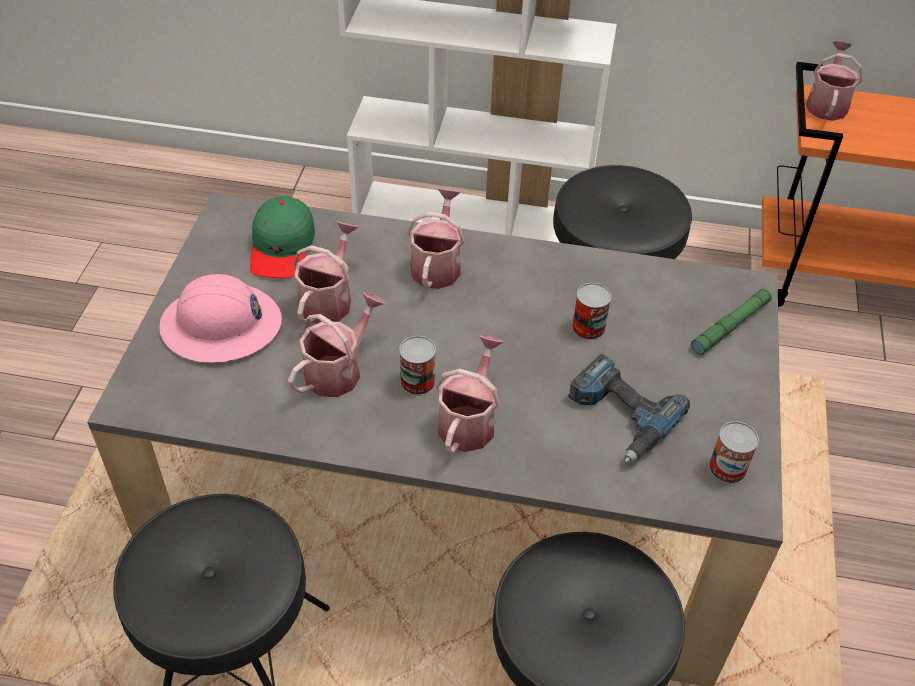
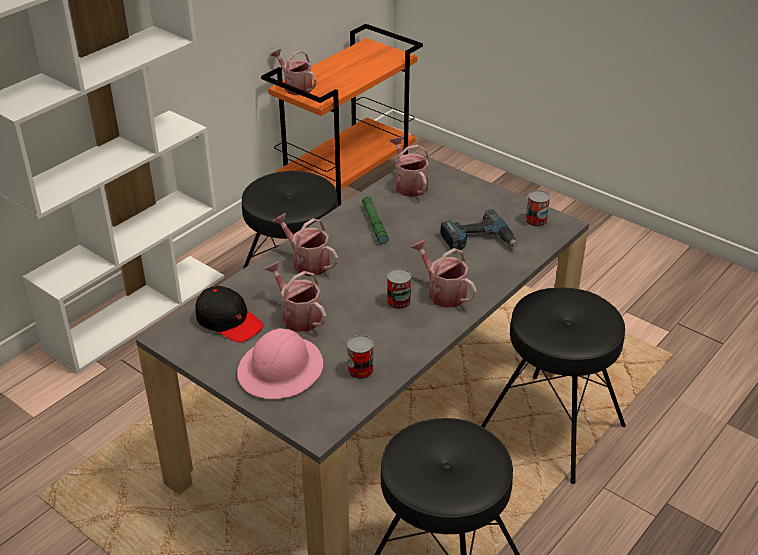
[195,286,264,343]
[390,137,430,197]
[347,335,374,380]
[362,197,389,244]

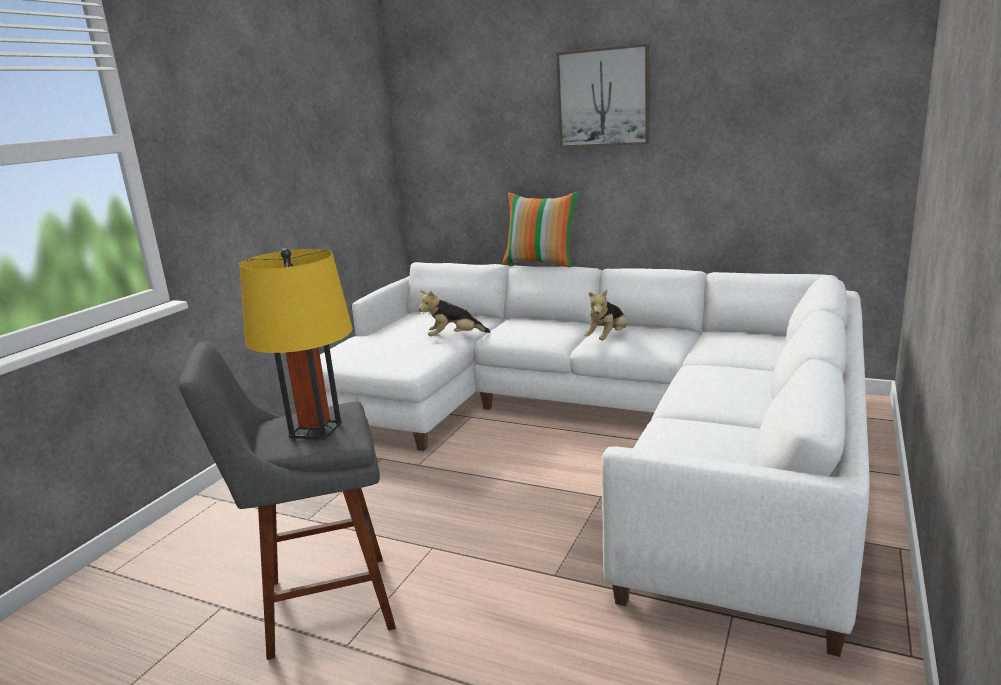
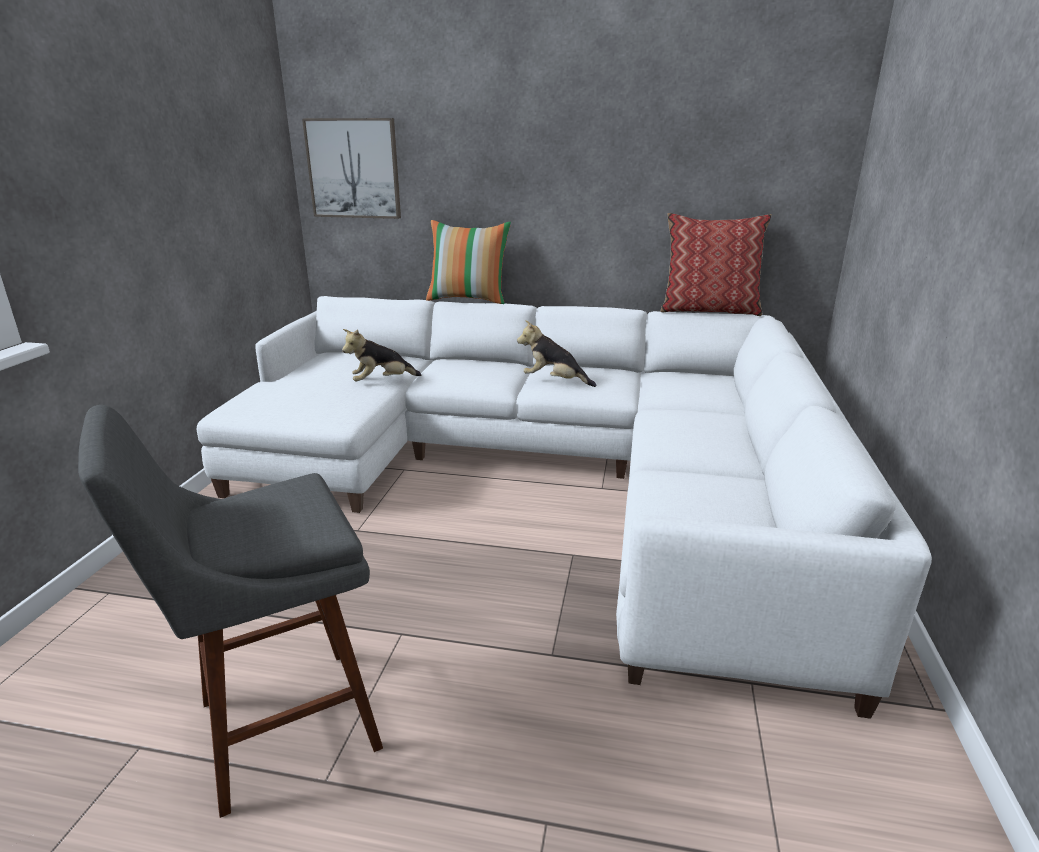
[239,248,353,440] (first image)
[302,118,401,219]
[517,320,596,387]
[660,213,772,316]

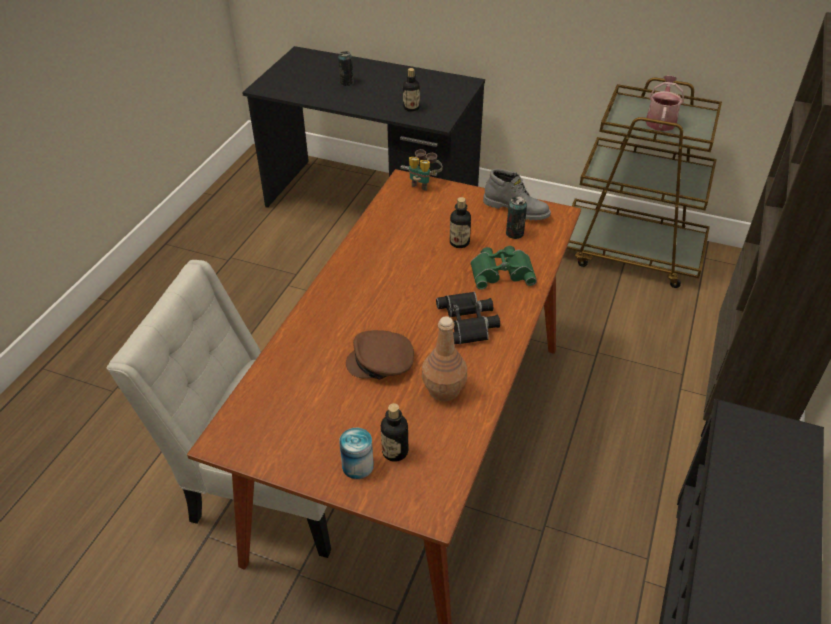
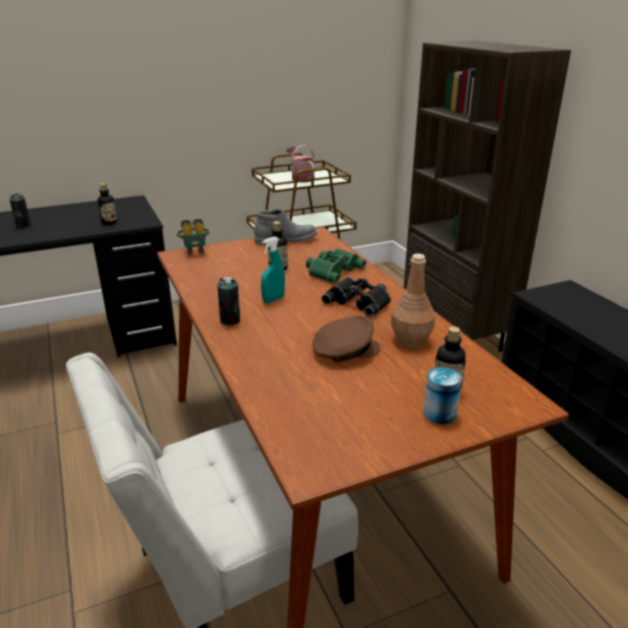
[312,316,380,362]
[217,277,240,325]
[261,236,285,303]

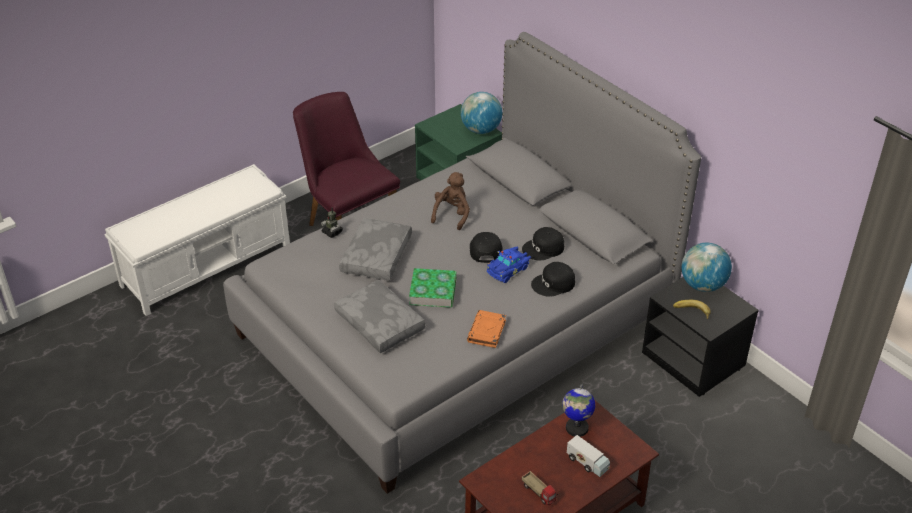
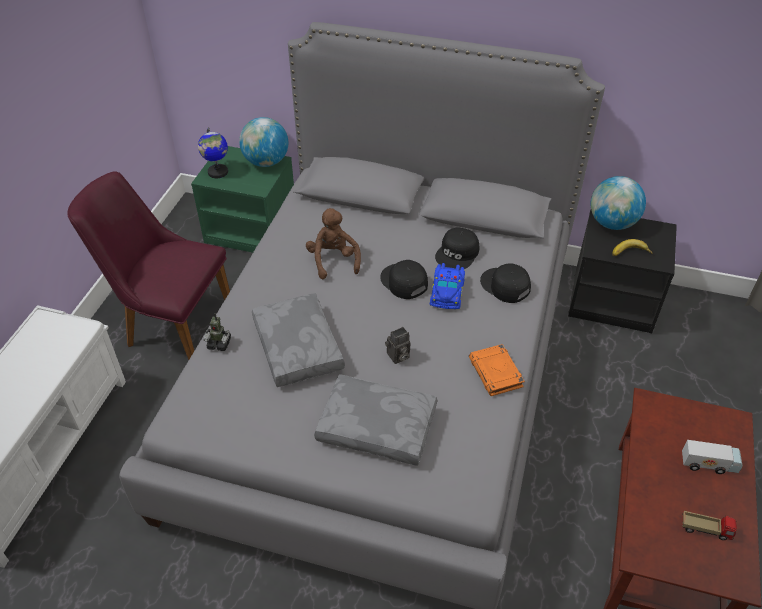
[385,327,410,364]
[480,263,531,303]
[198,127,228,178]

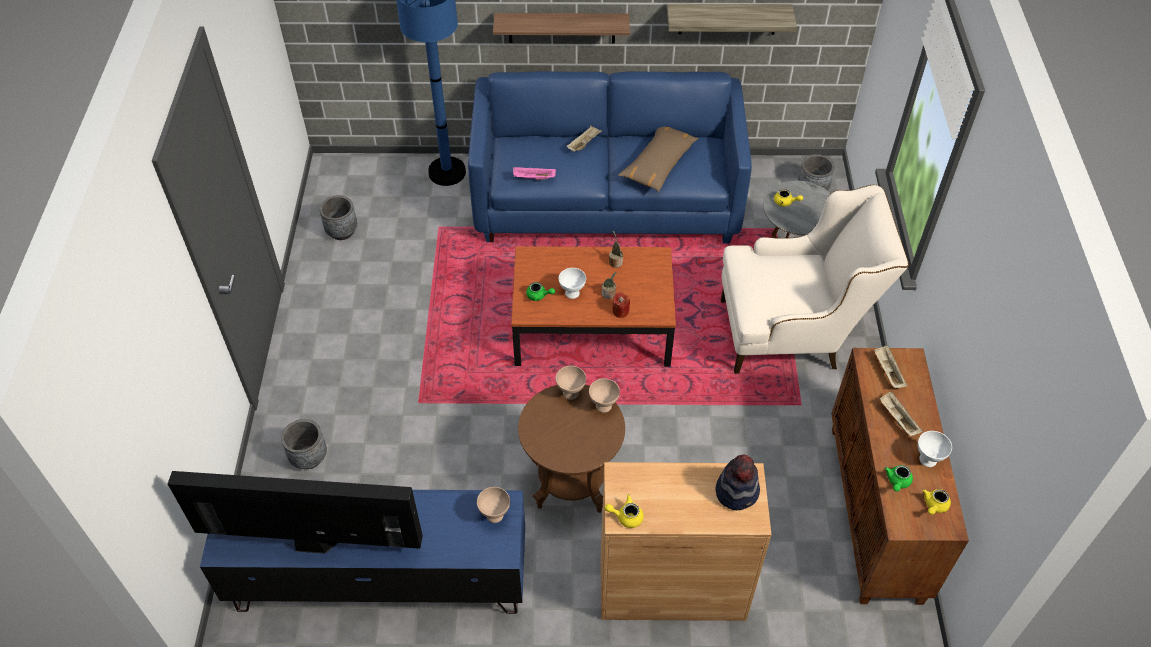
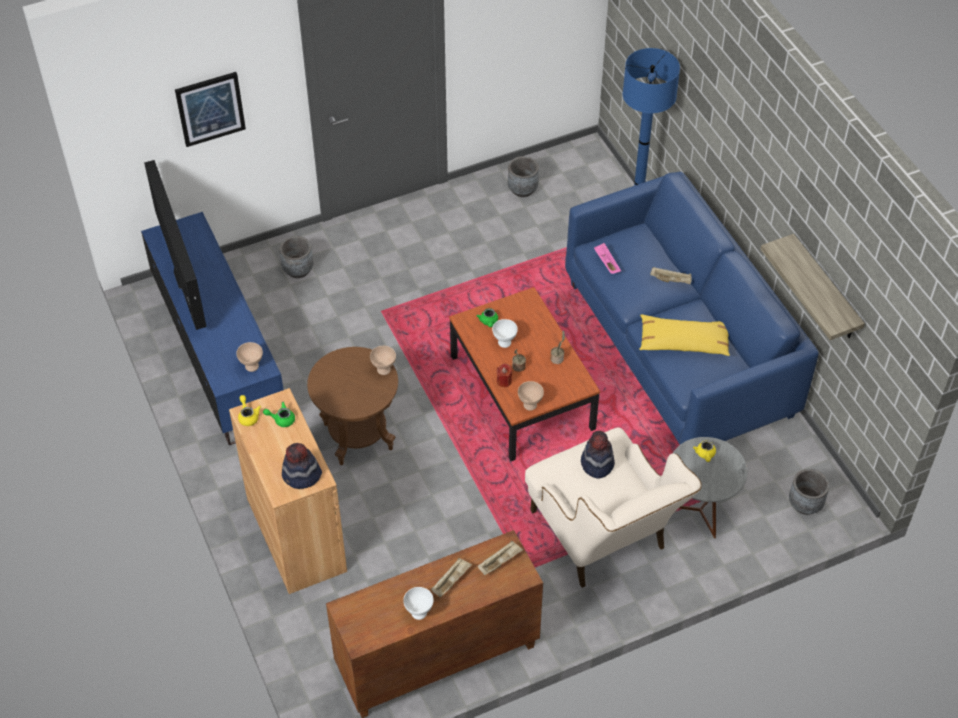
[493,13,630,43] (first image)
[518,381,544,411]
[639,315,730,356]
[263,402,295,427]
[922,489,951,515] (first image)
[175,72,246,147]
[581,431,615,479]

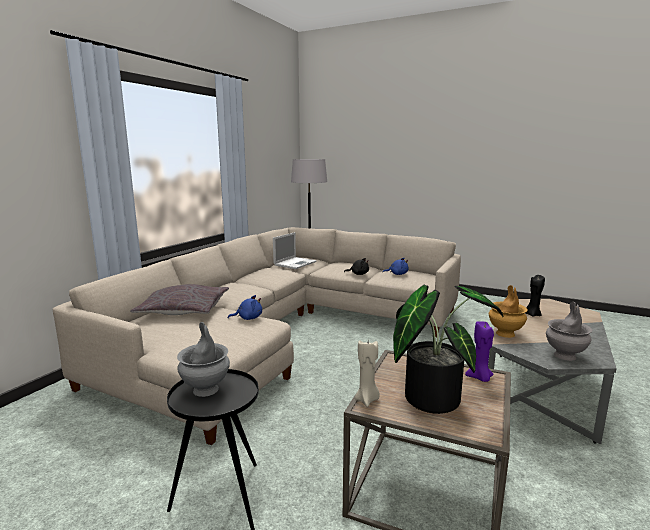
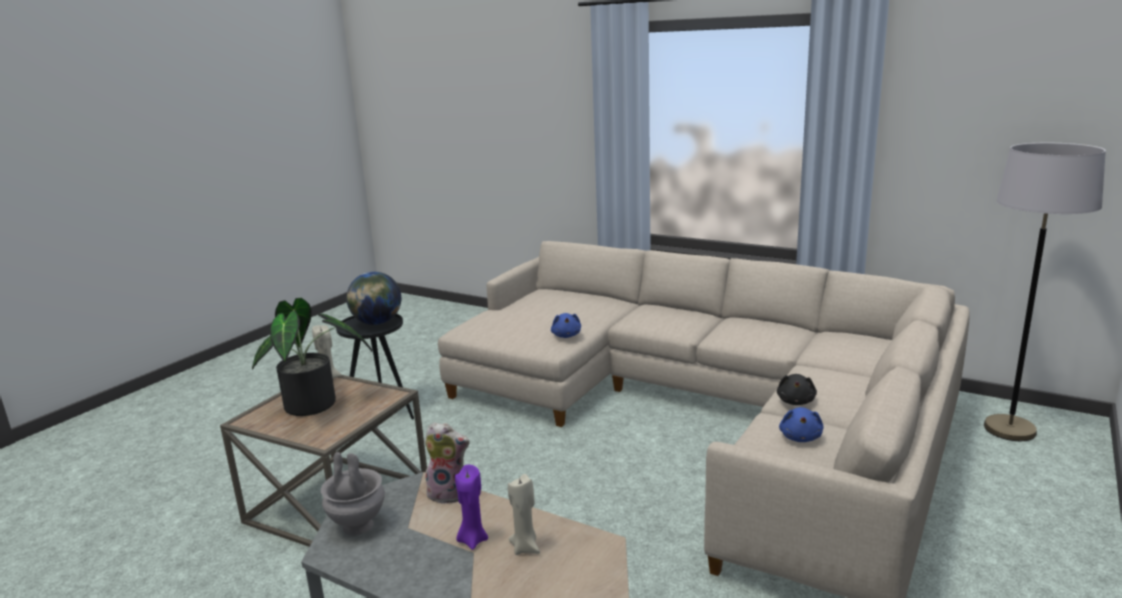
[130,284,229,315] (first image)
[346,272,401,325]
[273,232,317,269] (first image)
[455,465,488,550]
[424,422,470,504]
[508,474,540,555]

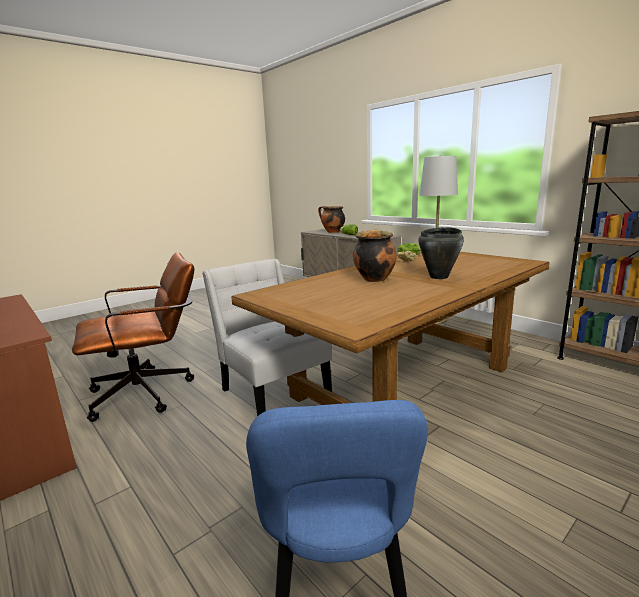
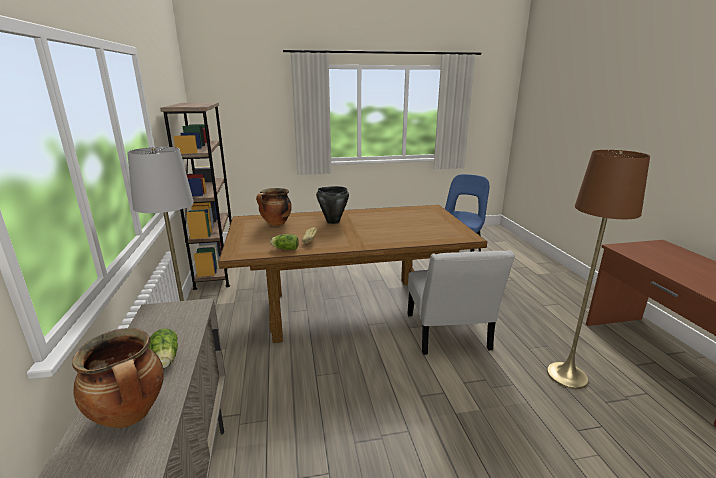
[547,150,650,389]
[256,188,292,226]

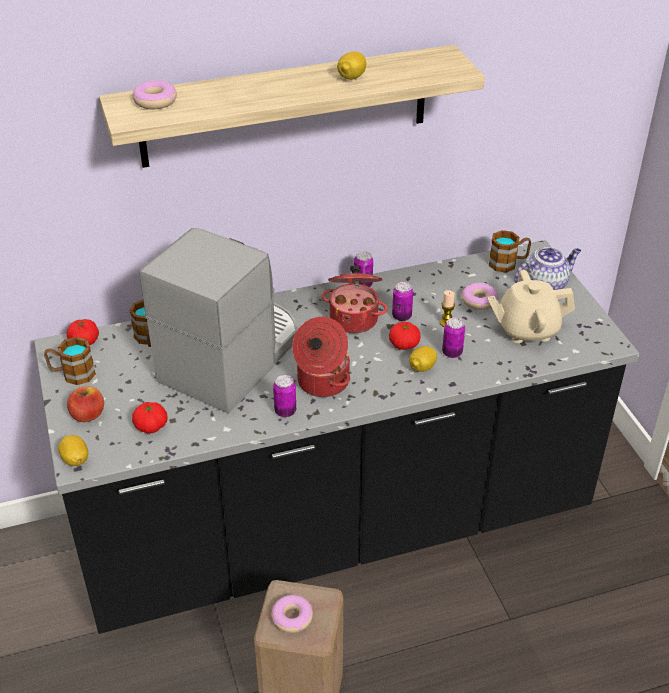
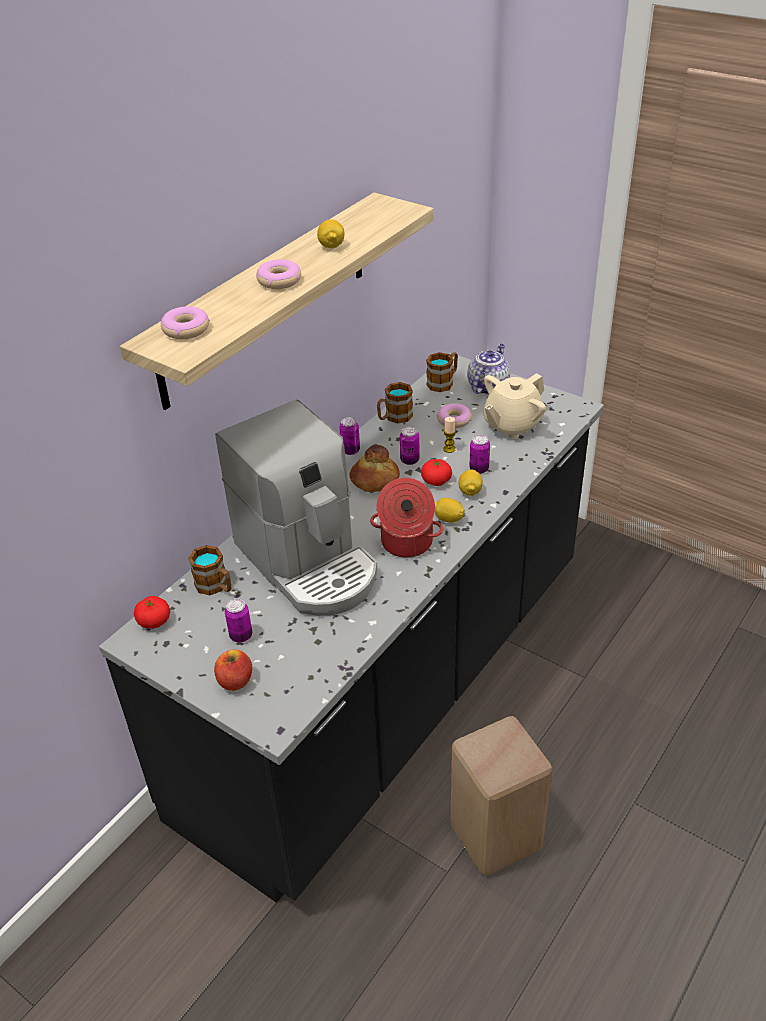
[377,382,413,423]
[435,498,465,523]
[132,402,167,434] (first image)
[215,399,377,616]
[256,259,301,289]
[225,599,252,643]
[350,445,400,492]

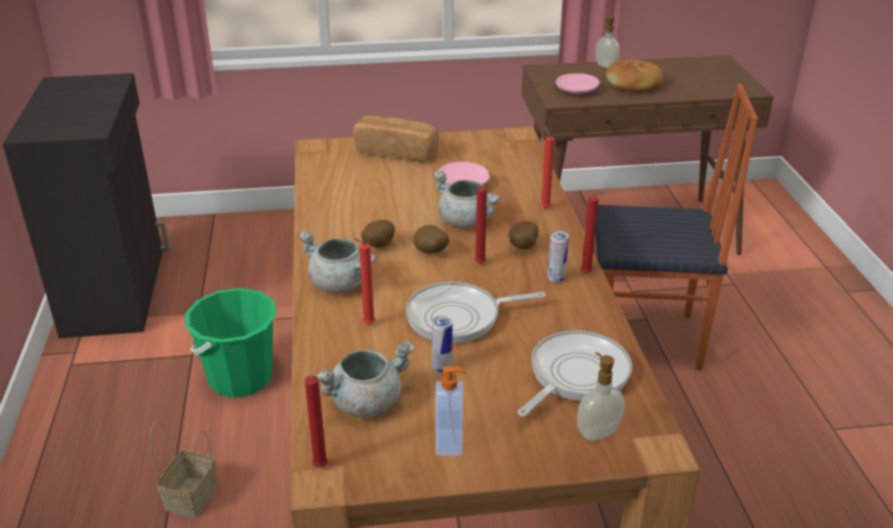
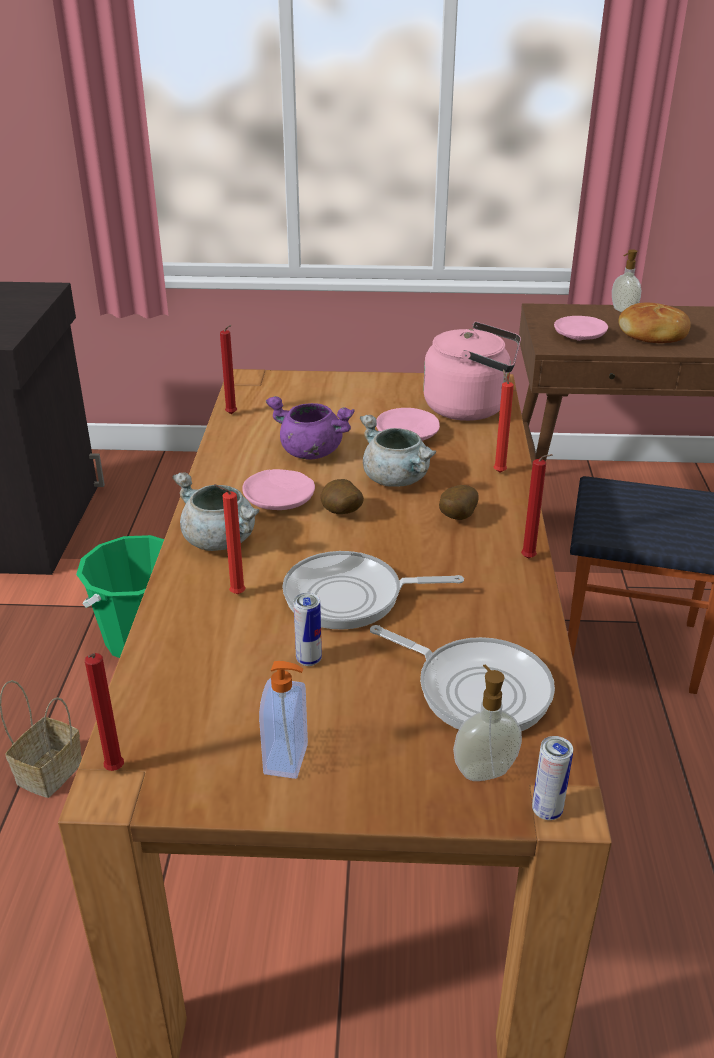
[316,341,415,418] (first image)
[353,115,440,162] (first image)
[242,469,315,510]
[220,325,237,414]
[370,625,555,731]
[532,736,573,820]
[266,396,355,459]
[423,322,521,421]

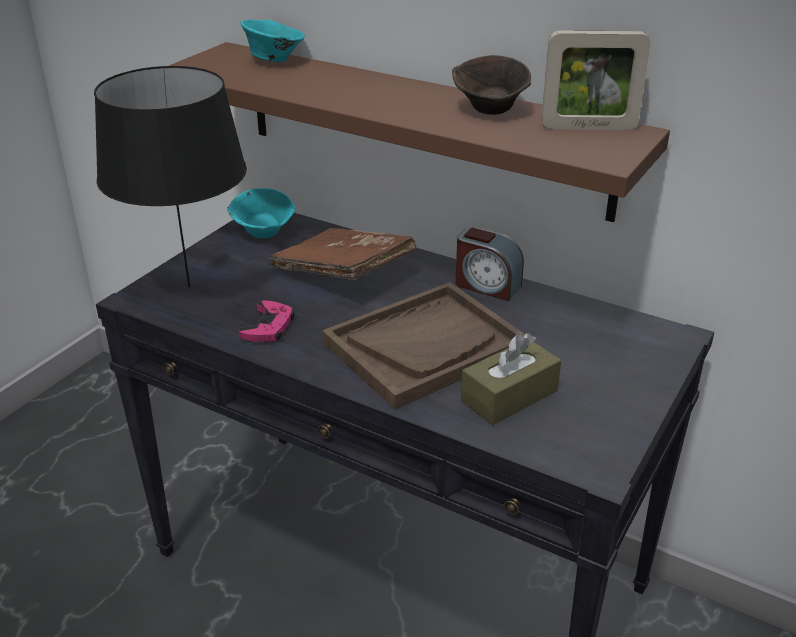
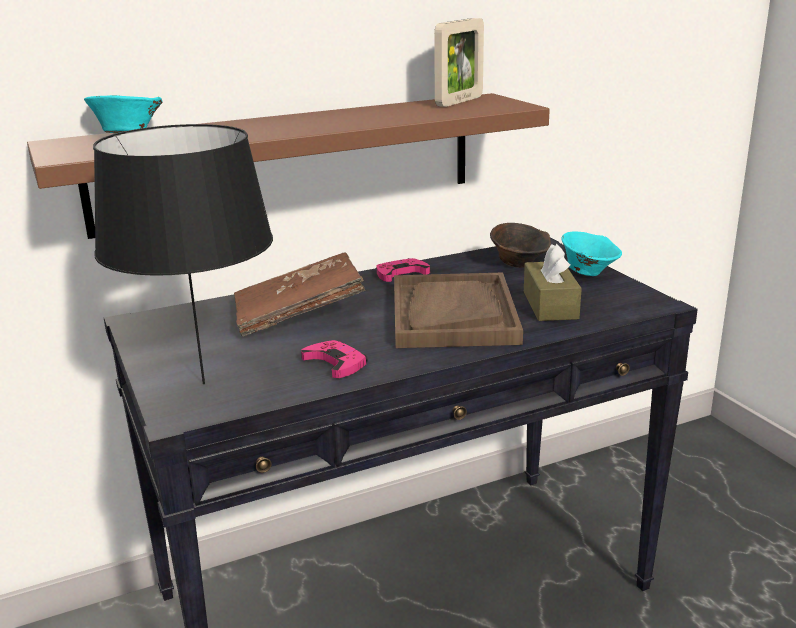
[561,232,622,276]
[490,223,551,268]
[376,258,430,282]

